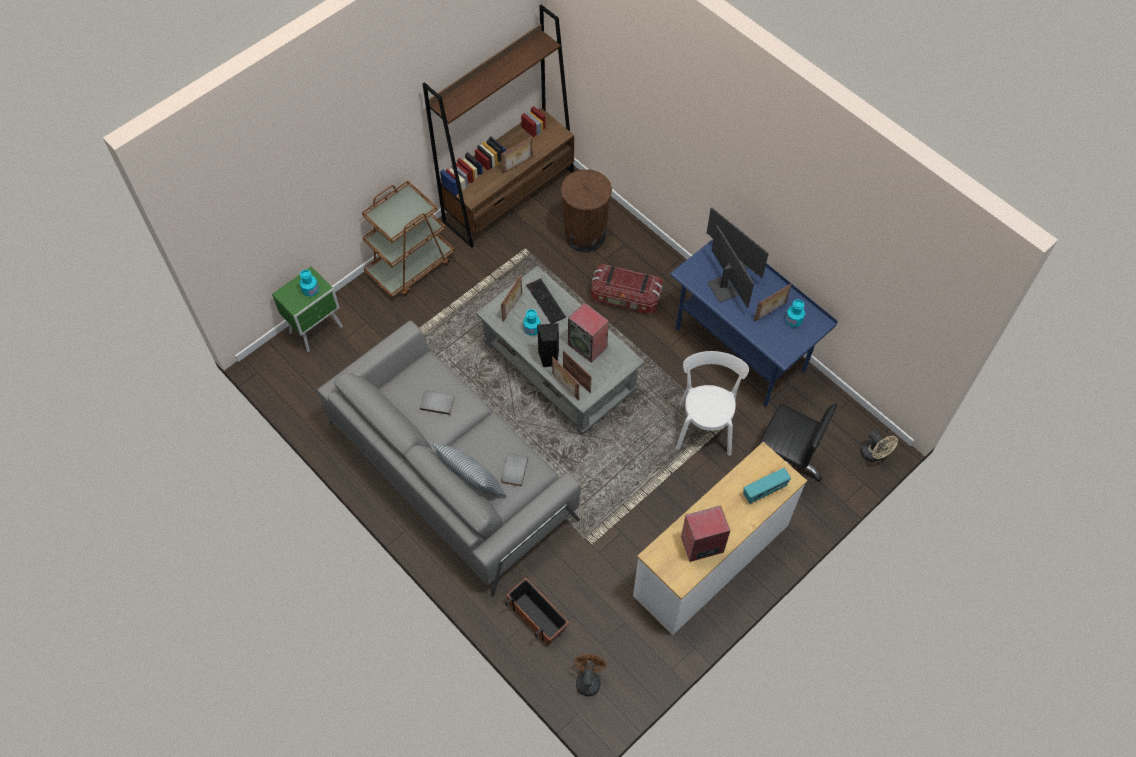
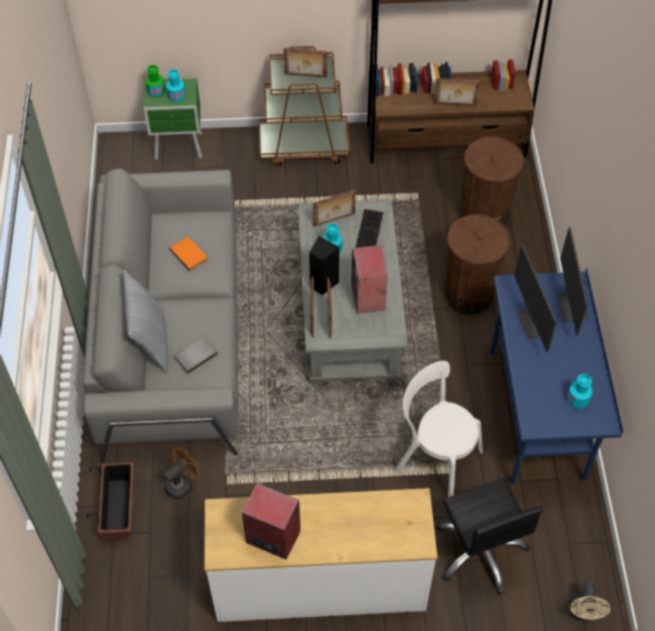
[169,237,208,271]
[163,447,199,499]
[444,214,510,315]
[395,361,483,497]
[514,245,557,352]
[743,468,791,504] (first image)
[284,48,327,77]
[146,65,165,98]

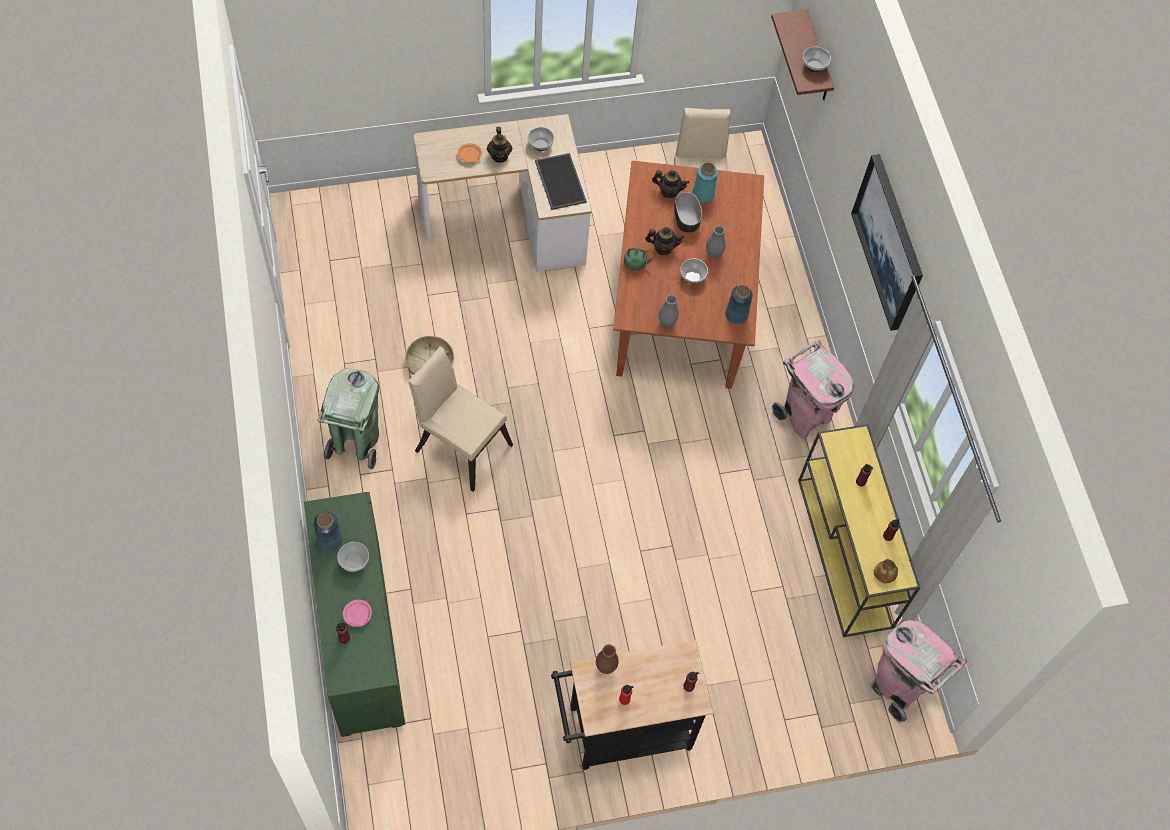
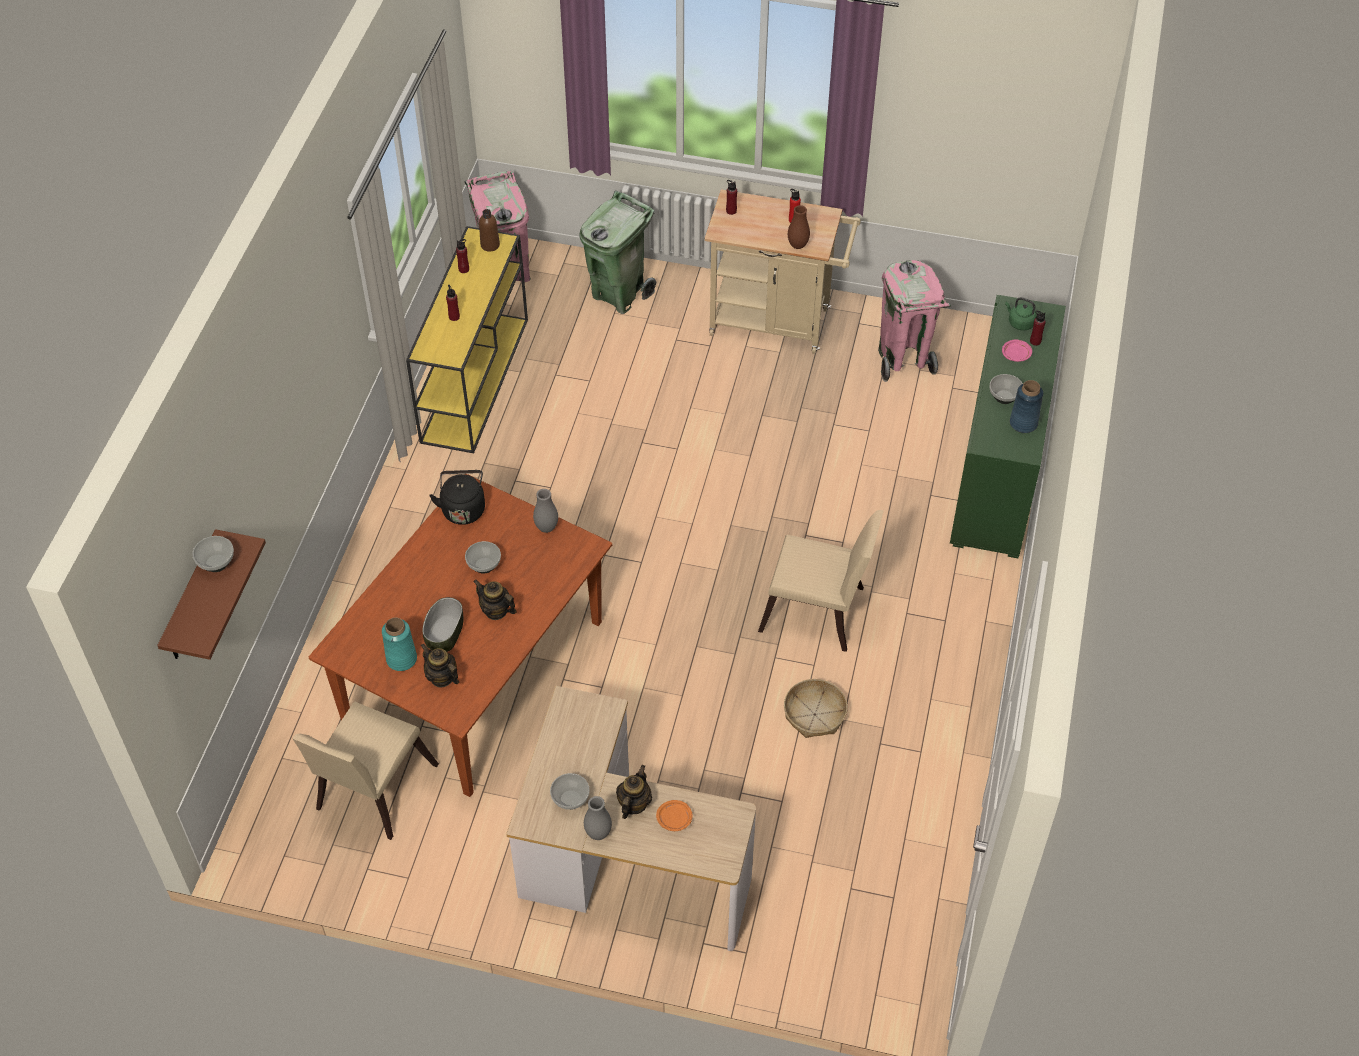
[579,191,656,314]
[758,510,884,652]
[535,153,587,210] (first image)
[704,189,861,354]
[1005,297,1037,331]
[584,796,612,840]
[429,470,485,525]
[878,260,951,382]
[851,154,923,331] (first image)
[479,209,500,252]

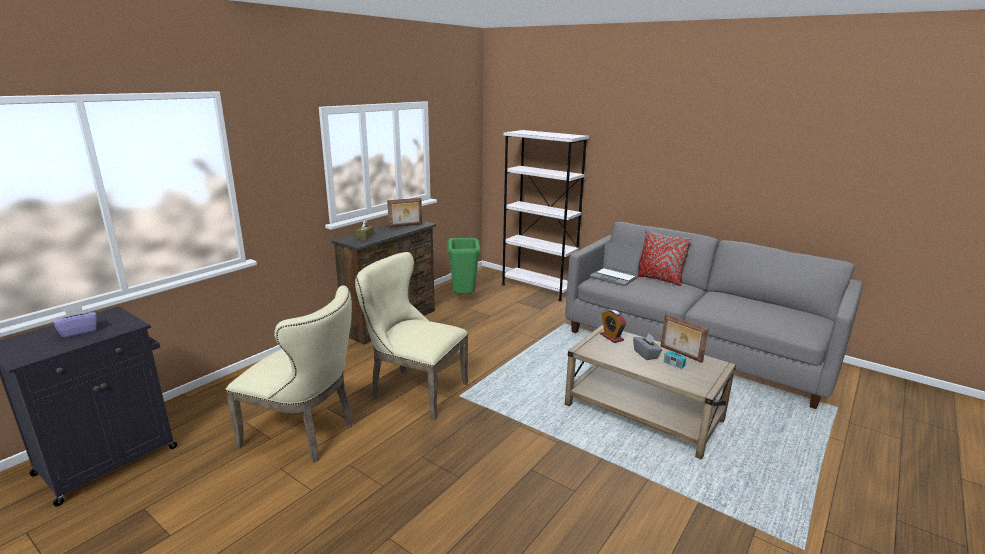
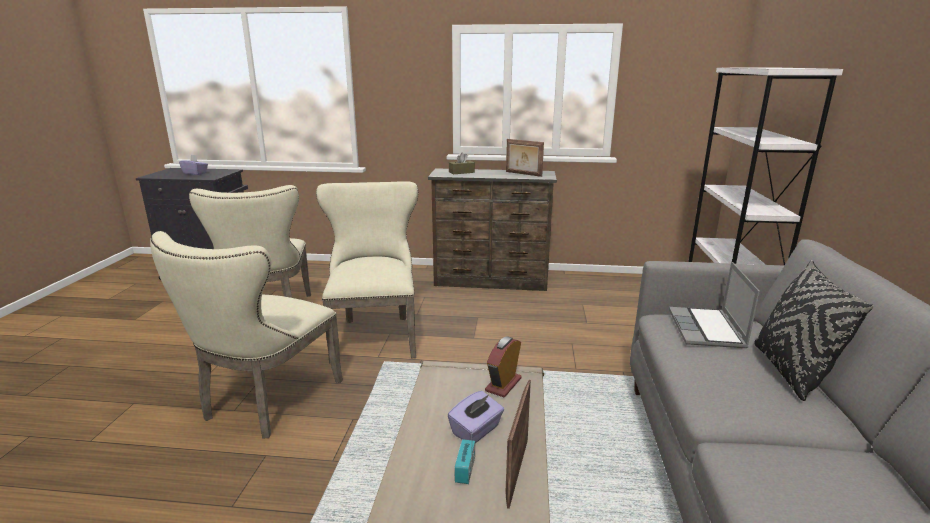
[447,238,481,294] (first image)
[448,391,504,443]
[754,260,874,401]
[150,231,343,439]

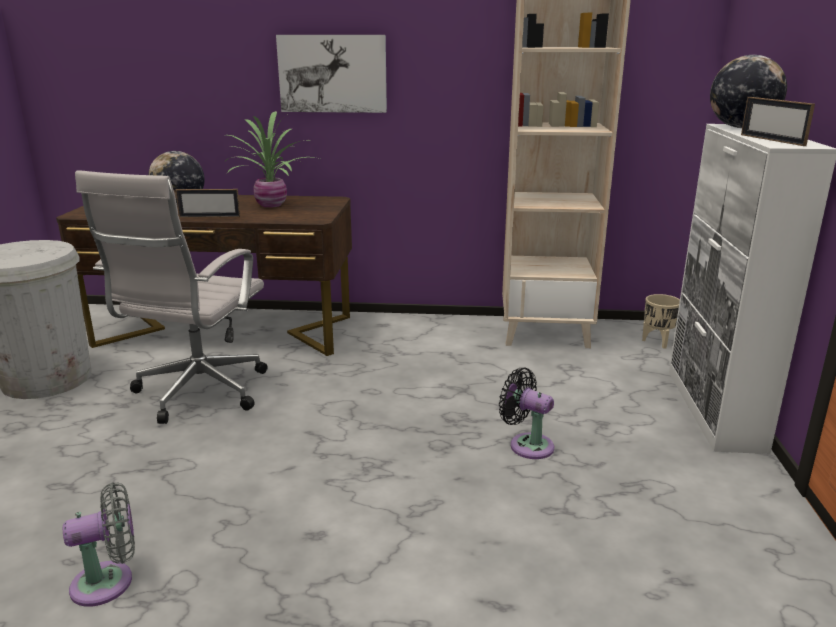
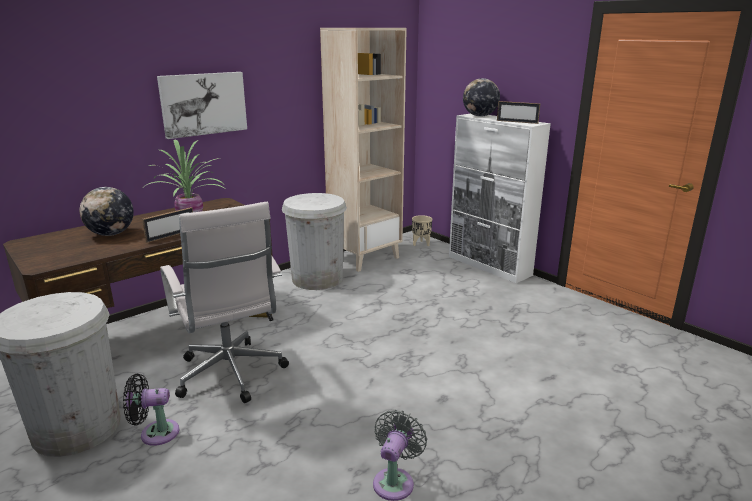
[123,374,179,446]
[282,193,347,290]

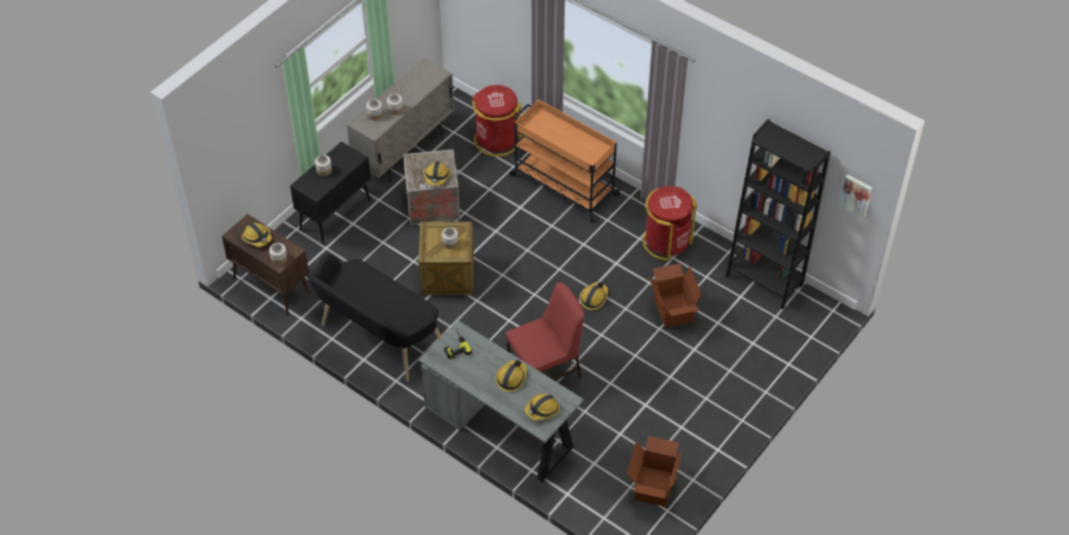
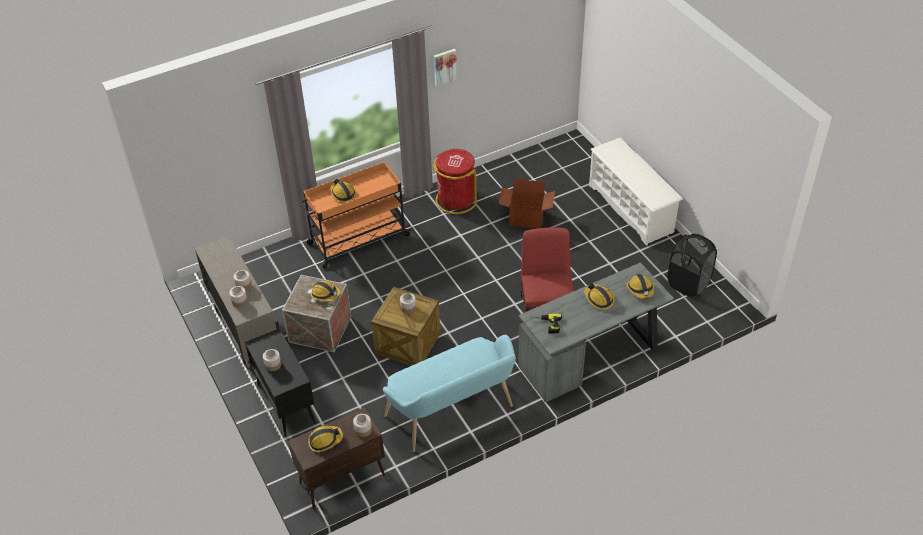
[383,335,516,452]
[472,85,521,157] (first image)
[330,179,356,202]
[667,234,717,297]
[726,119,831,309] (first image)
[434,49,457,86]
[589,138,683,246]

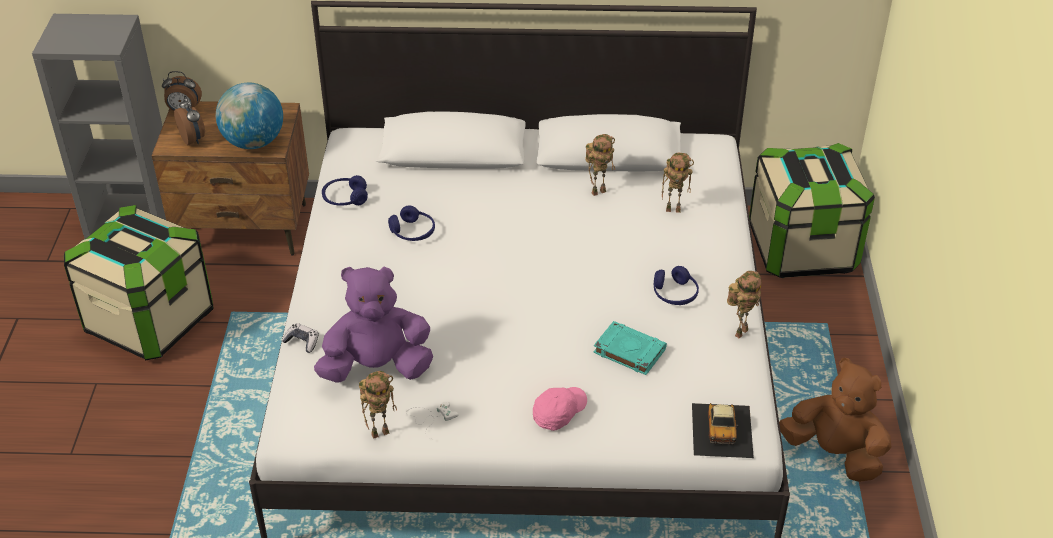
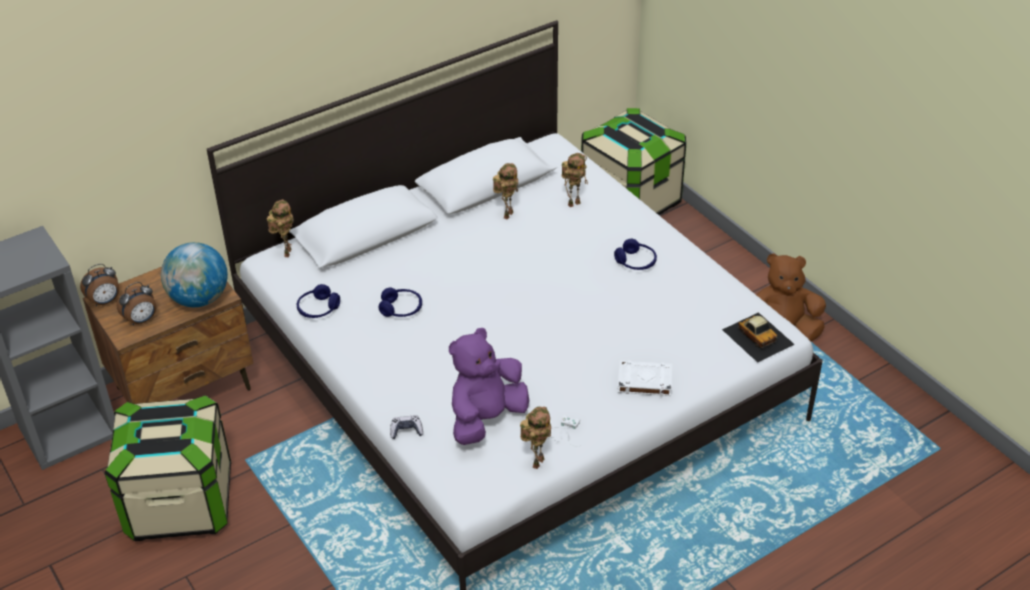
[117,282,156,325]
[618,360,672,396]
[593,321,667,375] (first image)
[267,200,294,257]

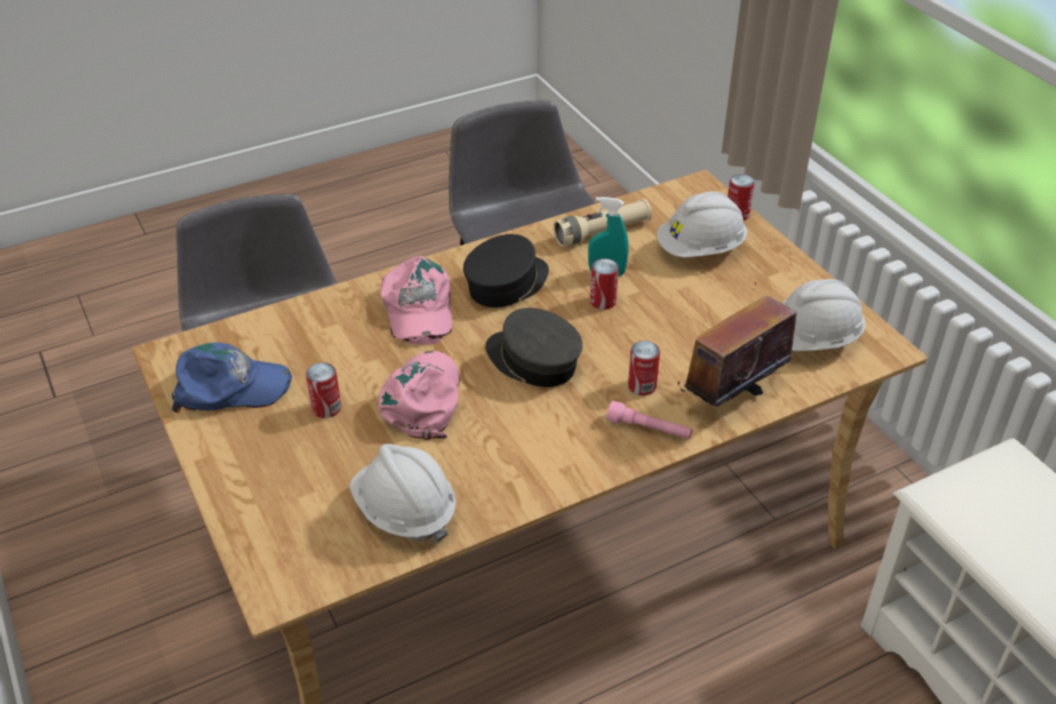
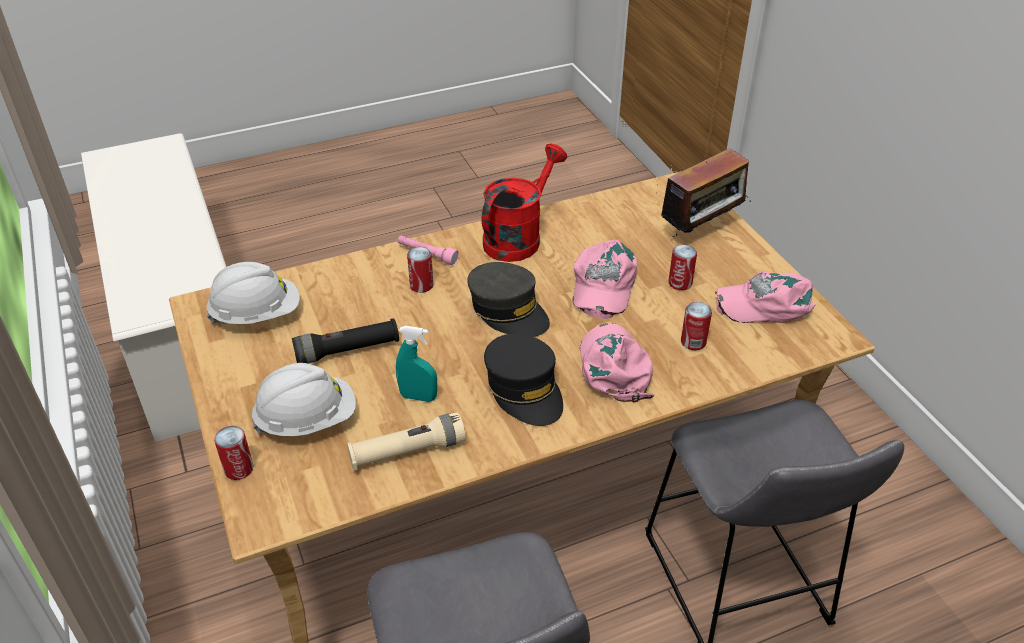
[715,271,816,323]
[350,444,456,544] (first image)
[484,334,563,426]
[681,302,712,350]
[661,148,751,240]
[292,318,399,364]
[482,144,567,262]

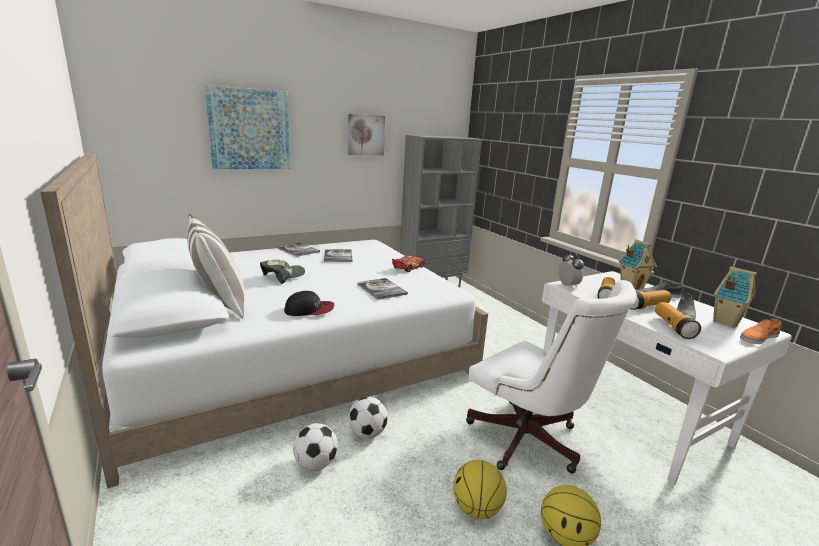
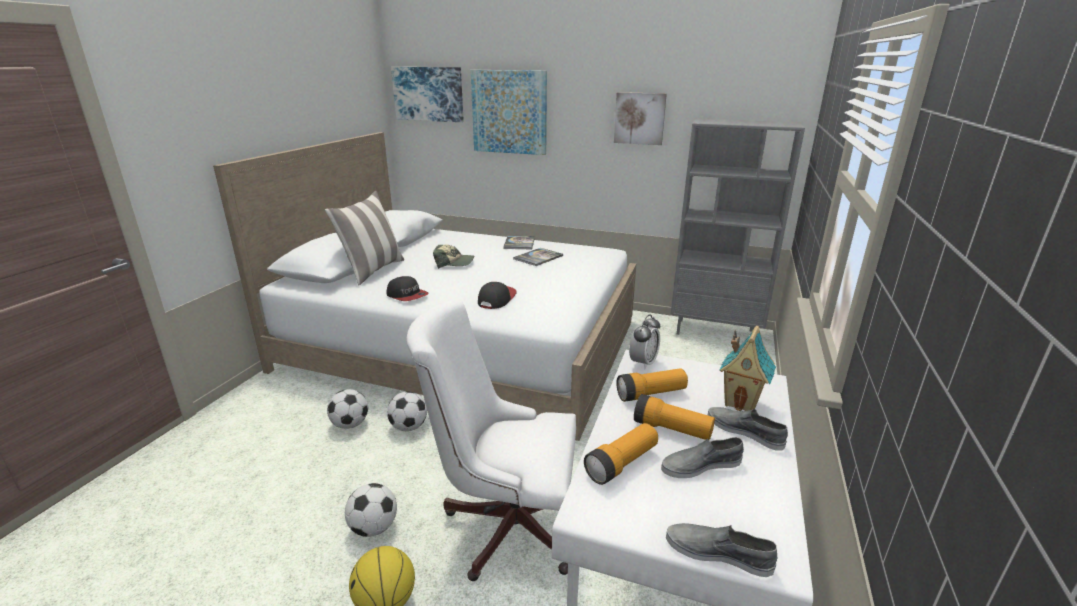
[478,282,517,309]
[392,255,425,272] (first image)
[345,483,397,537]
[406,299,576,581]
[713,266,757,328] (first image)
[666,523,777,577]
[391,67,464,122]

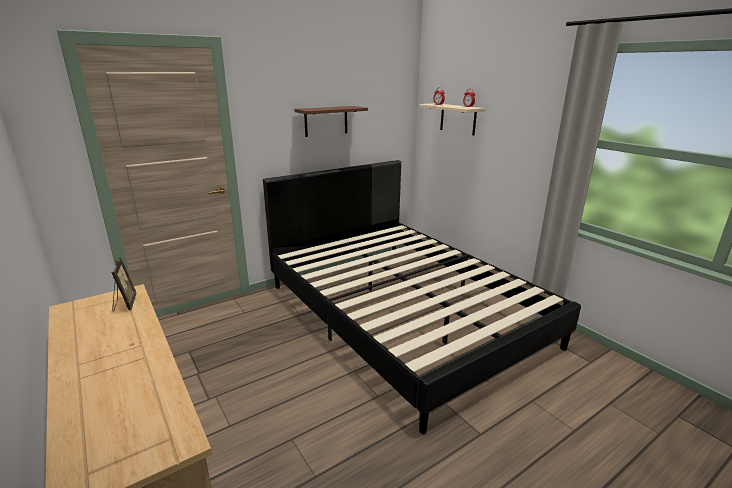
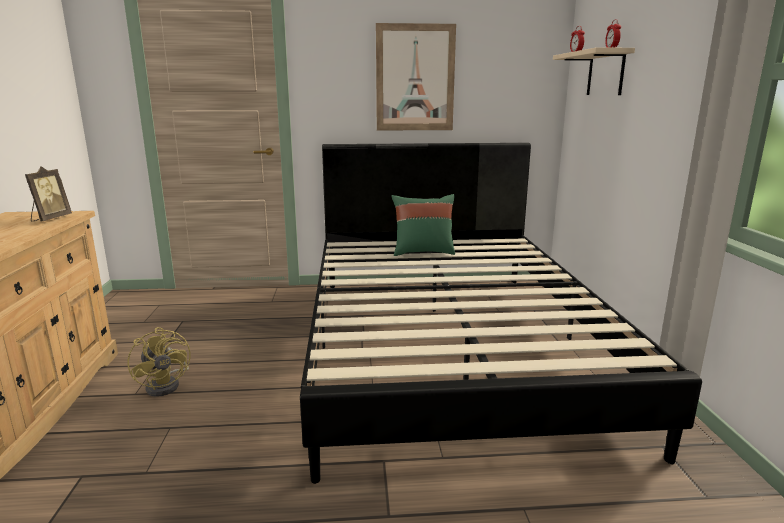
[376,23,456,131]
[127,327,191,397]
[392,194,455,256]

